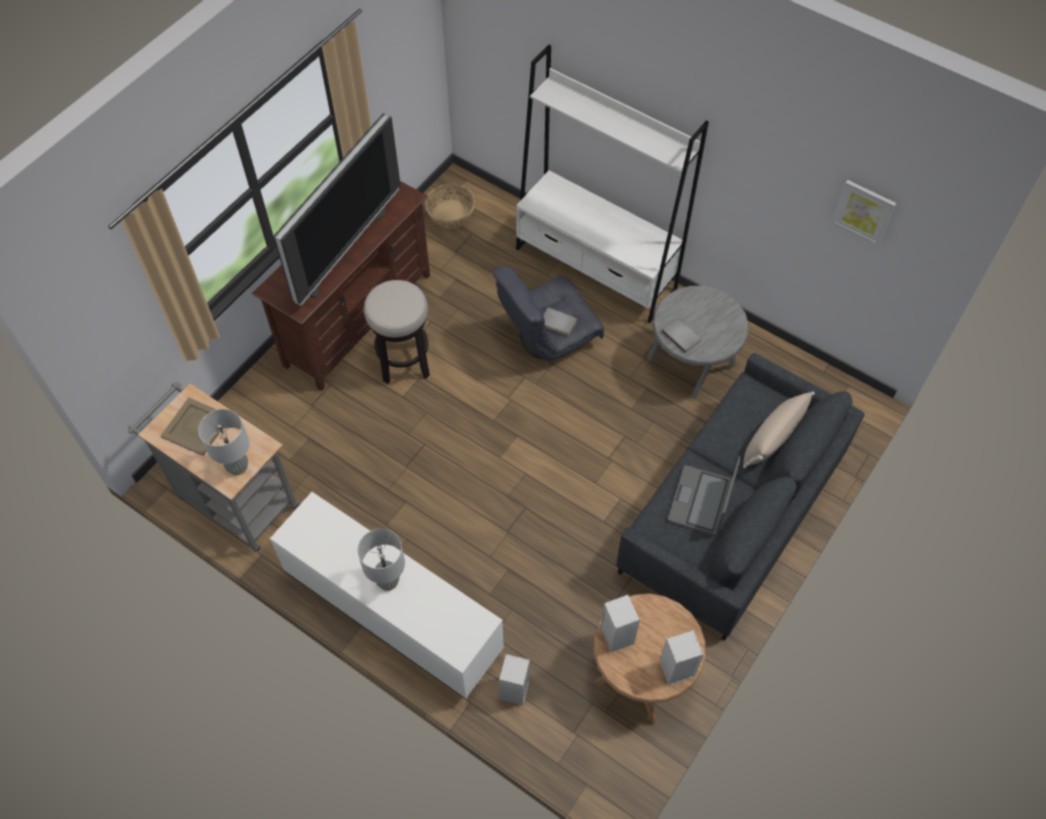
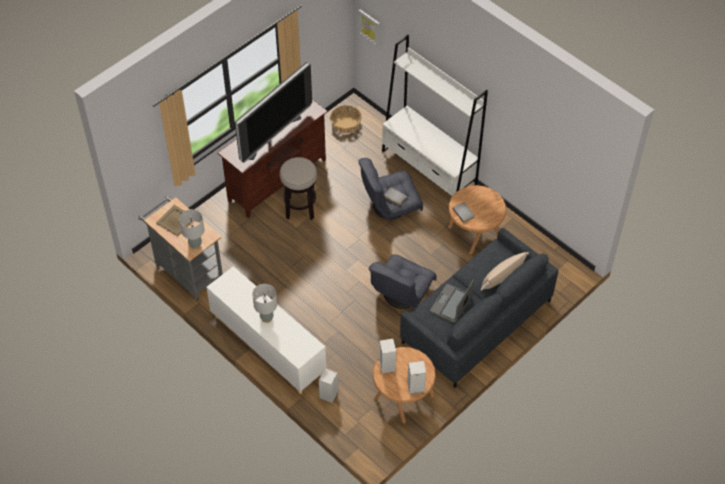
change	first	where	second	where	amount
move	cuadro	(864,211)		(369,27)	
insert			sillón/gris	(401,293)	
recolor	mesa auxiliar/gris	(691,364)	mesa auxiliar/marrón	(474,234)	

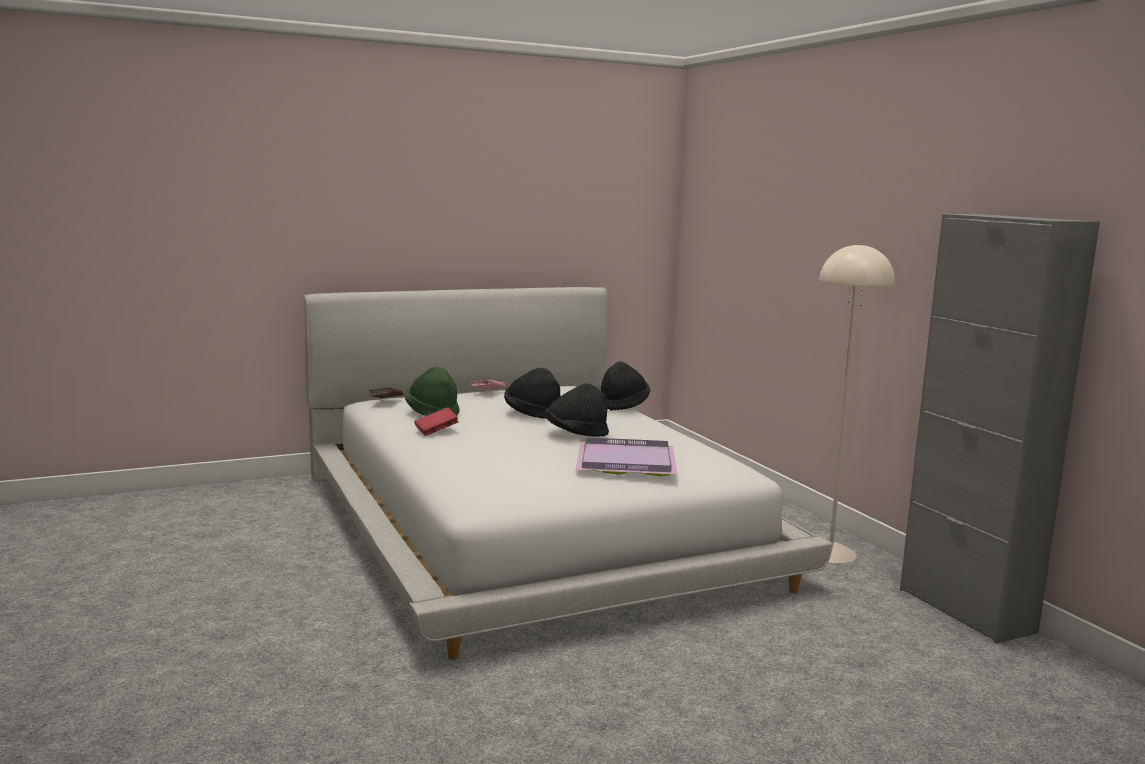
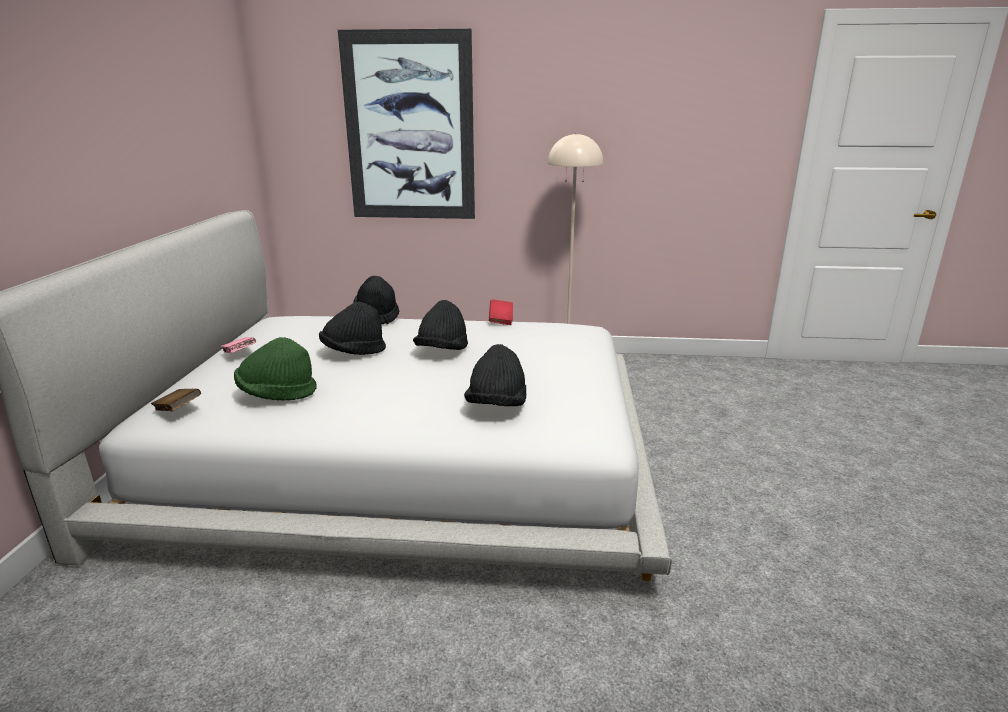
change	first	where	second	where	amount
insert			cuadro	(409,128)	
insert			sombrero/negro	(497,406)	
move	libro/rojo	(436,431)		(501,320)	
delete	bandeja/morado	(624,461)			
delete	armario/gris	(965,610)			

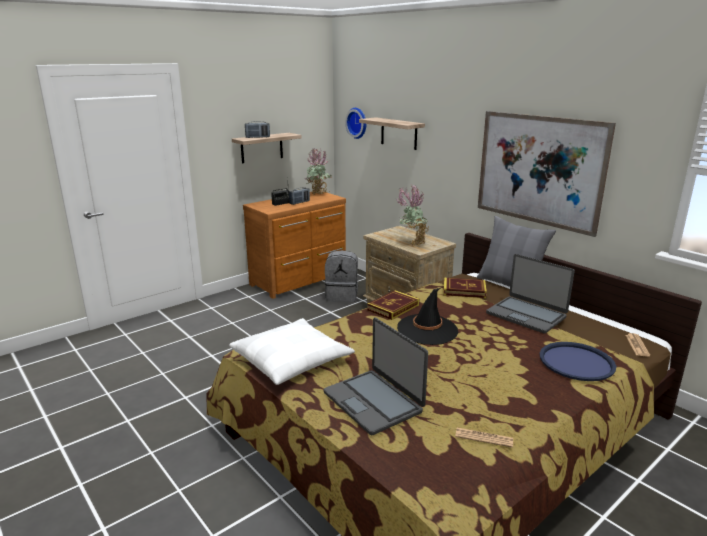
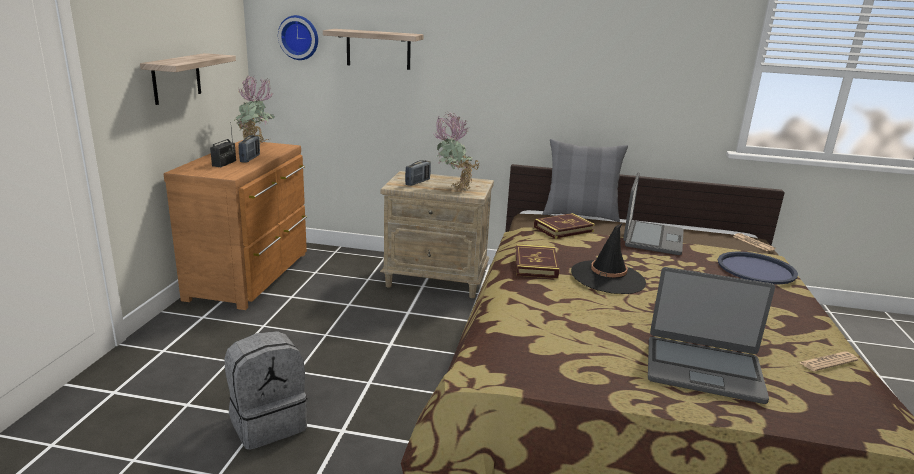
change	first	where	second	where	amount
move	mochila/gris	(342,295)		(268,423)	
move	radio	(257,137)		(418,182)	
rotate	portátil	(526,315)		(652,238)	75 degrees counterclockwise
delete	cojín/blanco	(291,360)			
delete	cuadro	(538,170)			

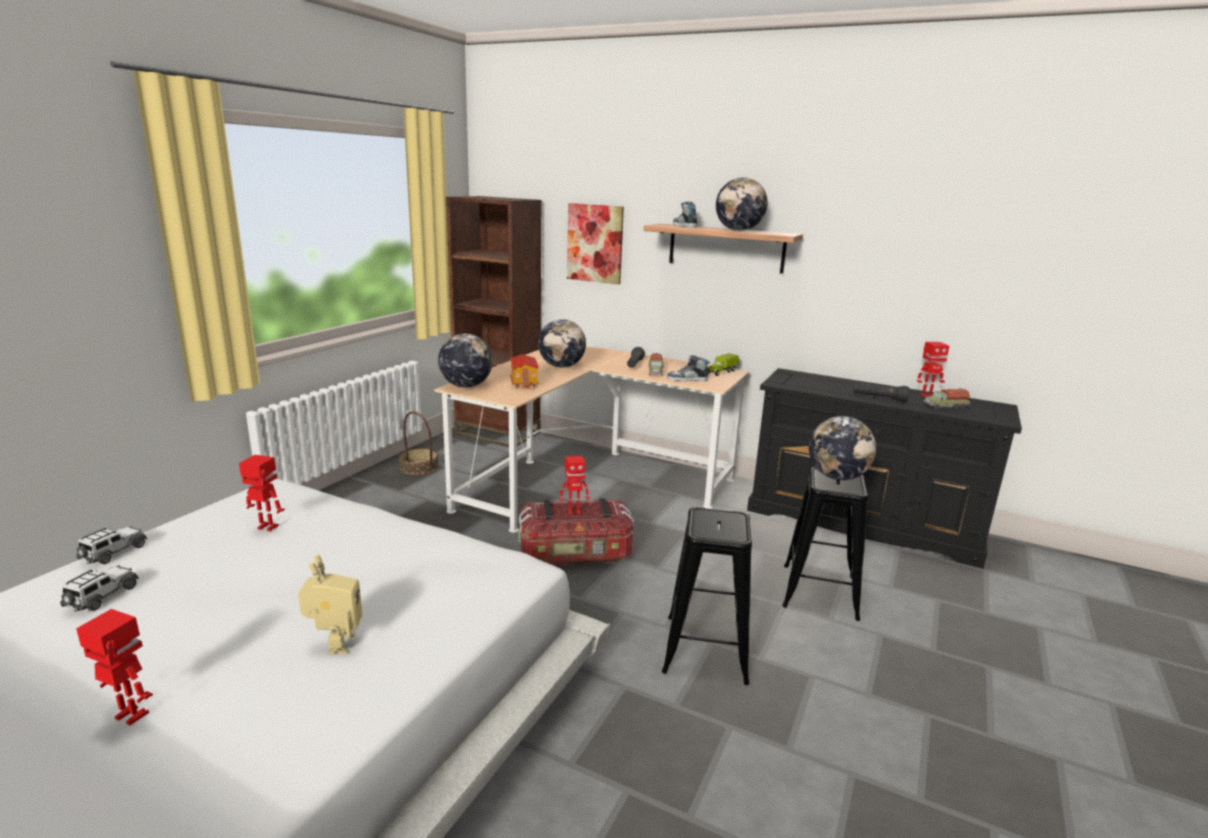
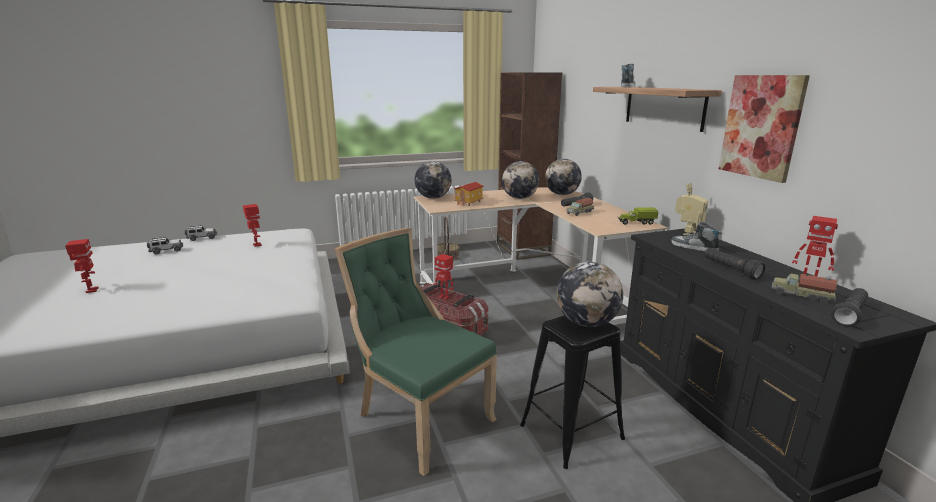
change	first	where	second	where	amount
replace	taburete/negro	(705,648)	silla/verde	(420,418)	
move	globo terráqueo	(738,230)		(562,194)	
move	zapato	(687,379)		(694,248)	
move	robot de juguete	(335,644)		(687,233)	
move	cuadro	(595,243)		(761,126)	
insert			linterna/negro	(849,315)	

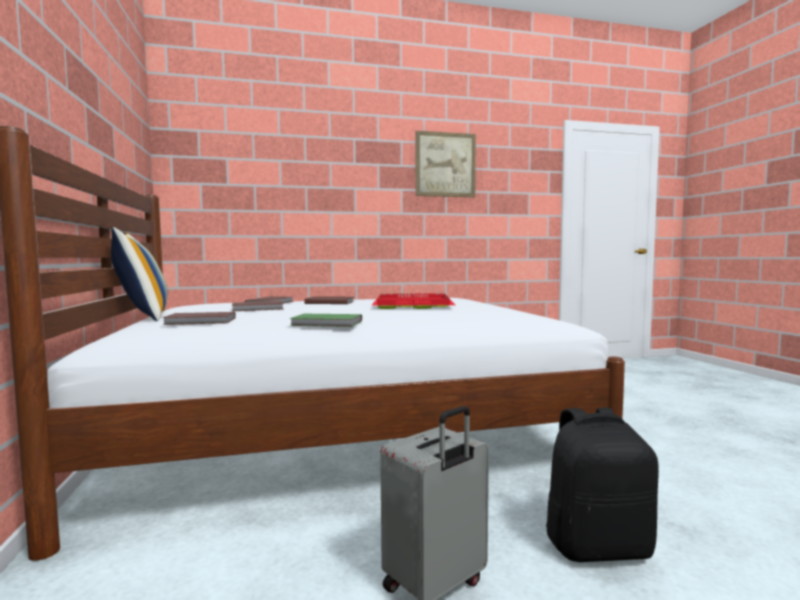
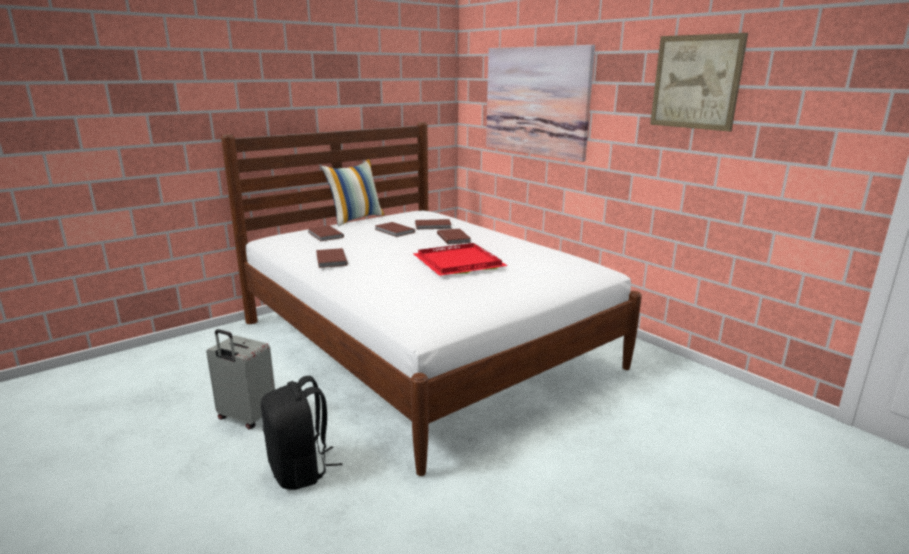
change	first	where	second	where	amount
recolor	libro/verde	(327,323)	libro/marrón	(330,260)	
insert			cuadro	(536,101)	

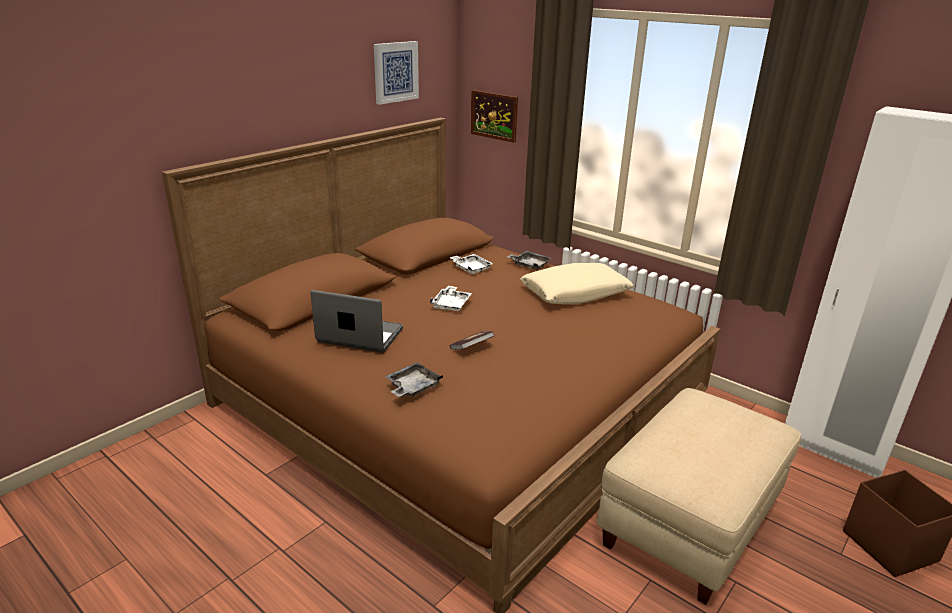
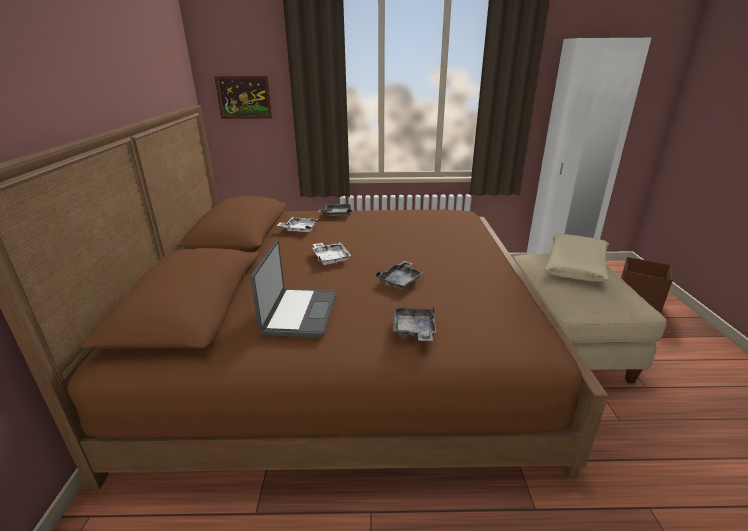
change	first	where	second	where	amount
rotate	portátil	(359,336)		(299,313)	120 degrees clockwise
replace	libro	(471,348)	bandeja/gris	(401,281)	
move	cojín/beis	(575,293)		(576,266)	
delete	cuadro	(395,72)			

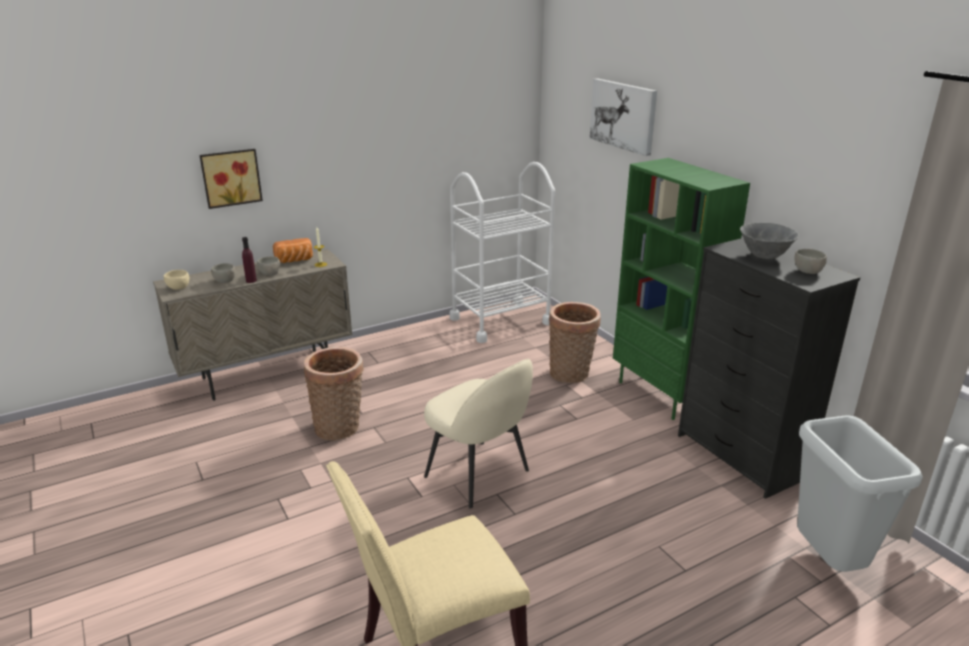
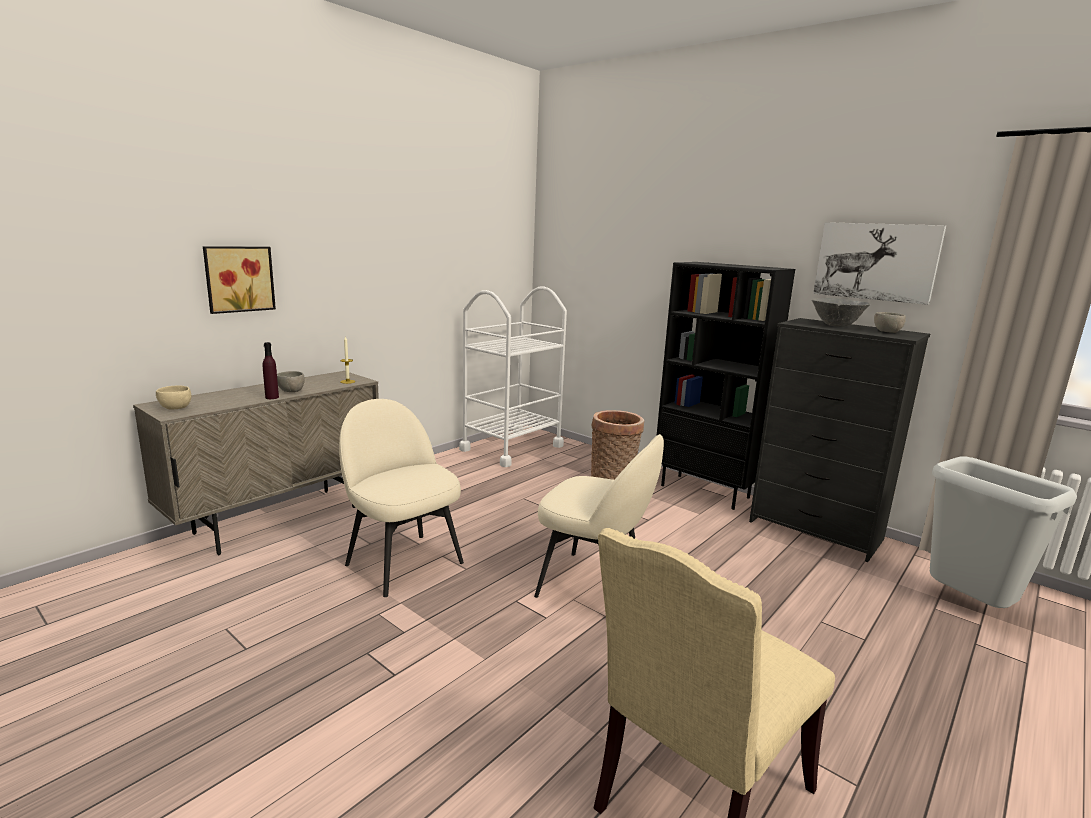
change	first	where	second	where	amount
replace	cesta	(340,428)	silla/beis	(403,562)	
recolor	estantería/verde	(661,395)	estantería/negro	(706,491)	
move	cuadro	(623,115)		(876,261)	
delete	cuenco/gris	(225,281)			
delete	pan	(295,261)			

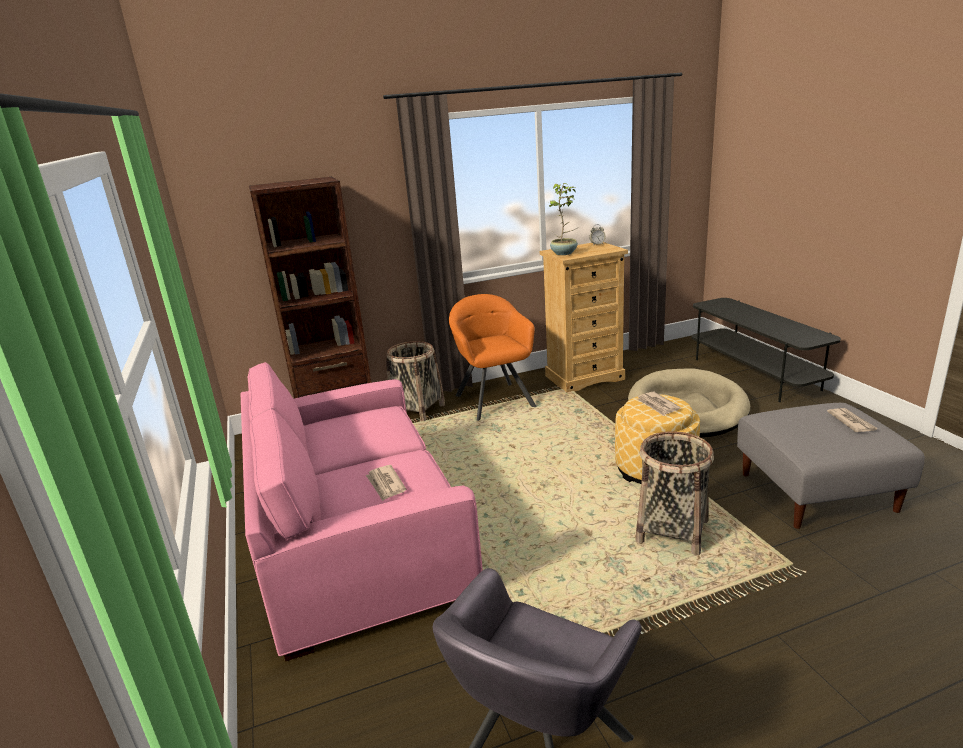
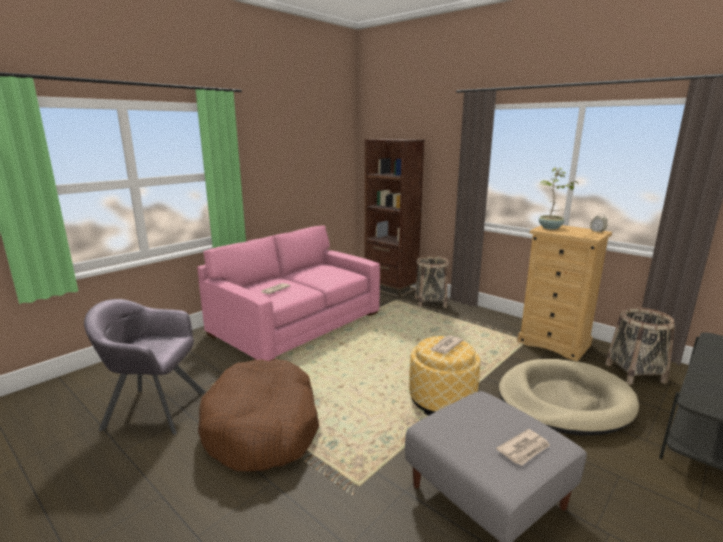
change	first	where	second	where	amount
insert			cama para perro/marrón	(263,427)	
move	cesta	(672,531)		(635,373)	
delete	sillón/naranja	(495,401)			

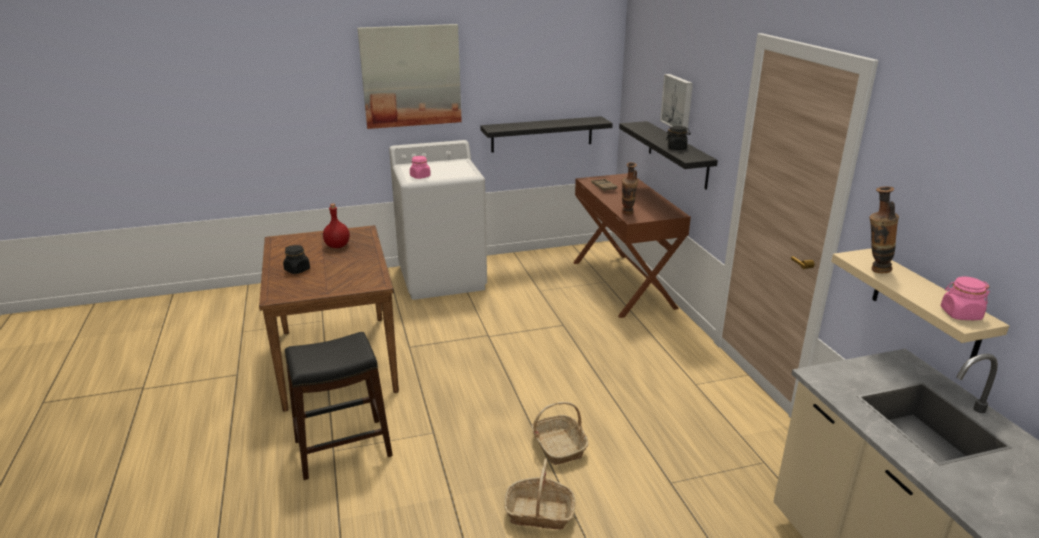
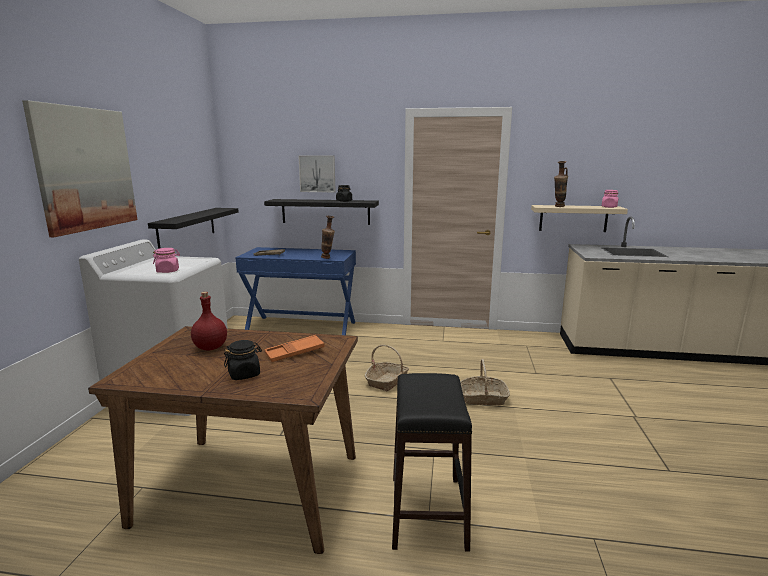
change	first	where	second	where	amount
recolor	escritorio/marrón	(623,284)	escritorio/azul	(301,327)	
insert			bandeja/naranja	(295,352)	
move	cesta	(539,513)		(387,381)	

